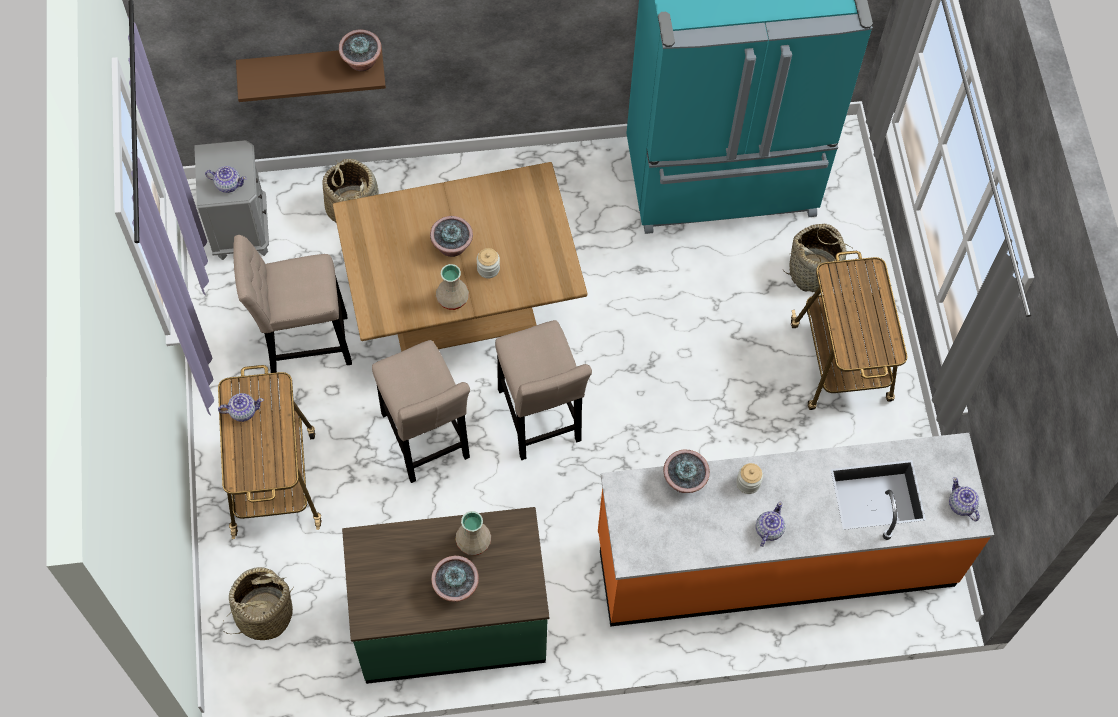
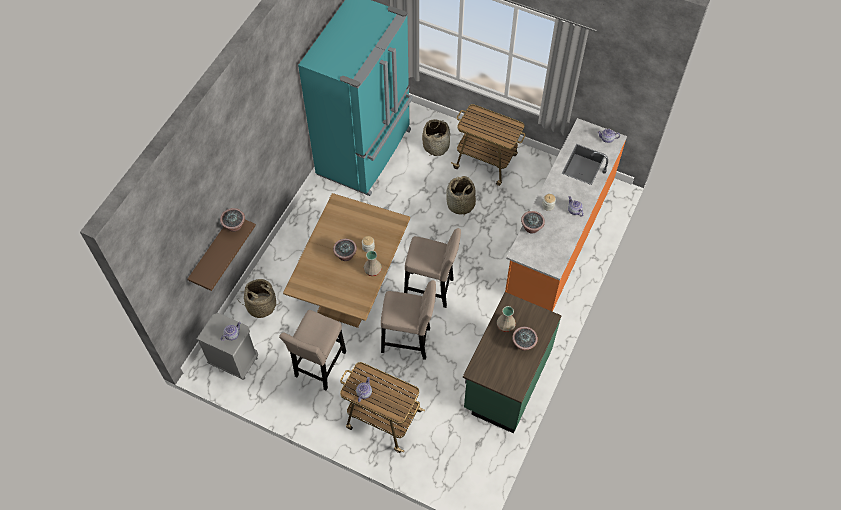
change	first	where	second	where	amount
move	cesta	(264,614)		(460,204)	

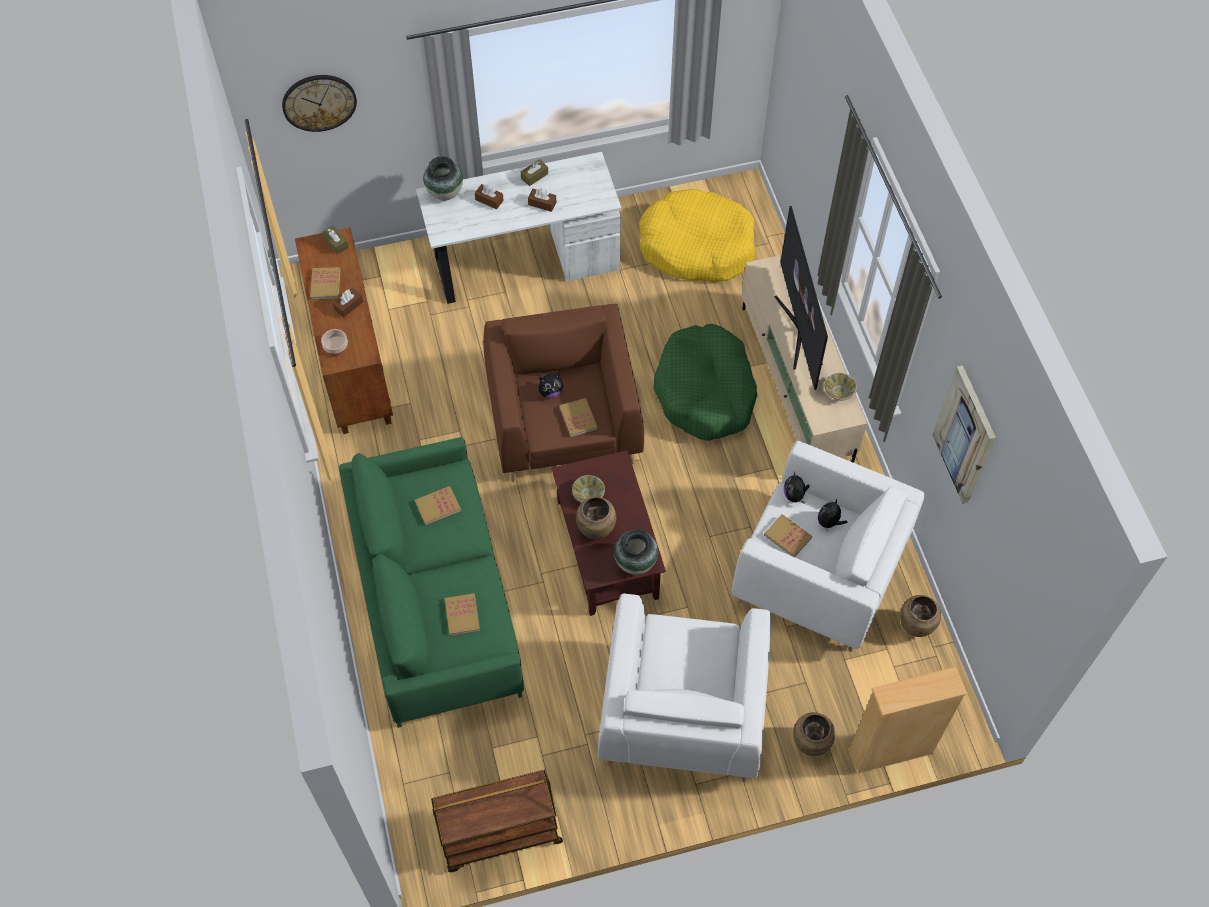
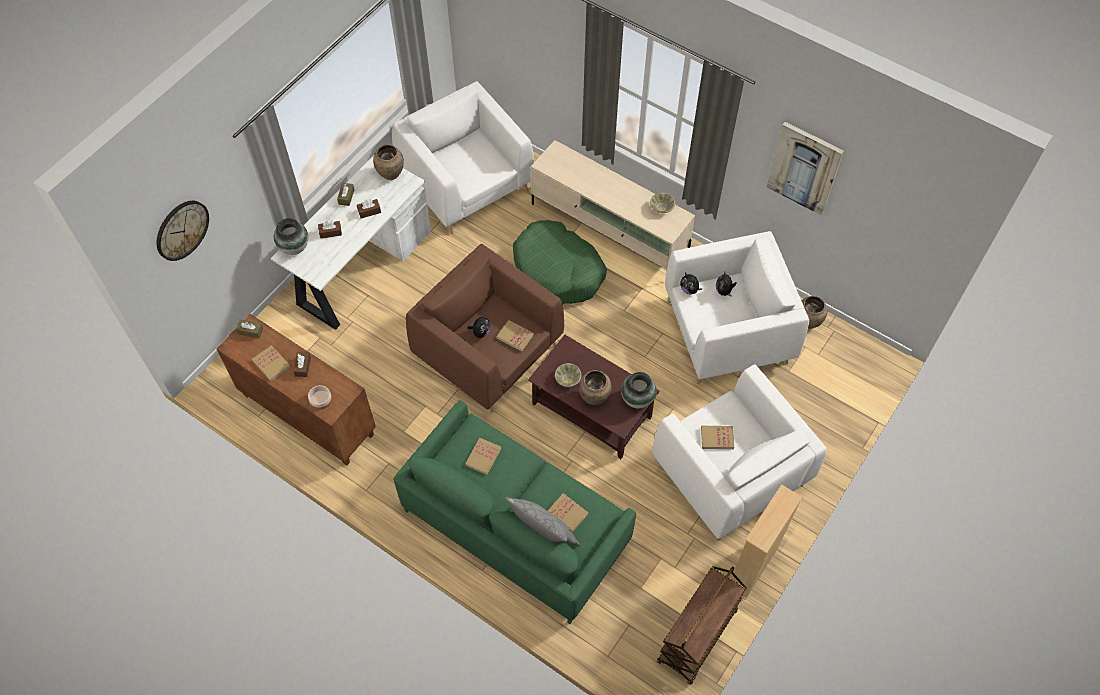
change	first	where	second	where	amount
move	florero/marrón	(810,744)		(390,174)	
replace	cama para perro/amarillo	(696,246)	sillón/blanco	(466,184)	
insert			cojín/gris	(543,533)	
move	libro	(787,536)		(717,438)	
move	estantería/beis	(890,751)		(752,567)	
delete	televisor	(798,330)			

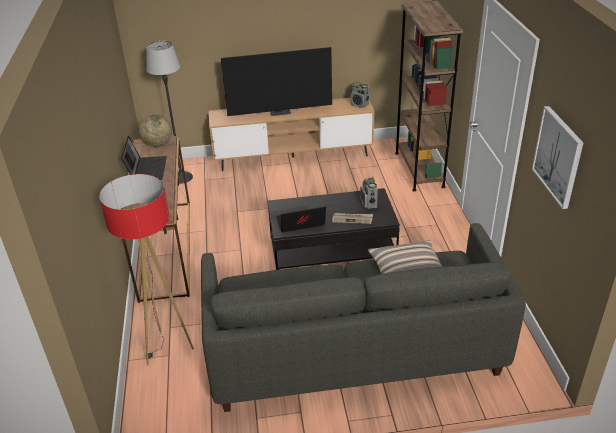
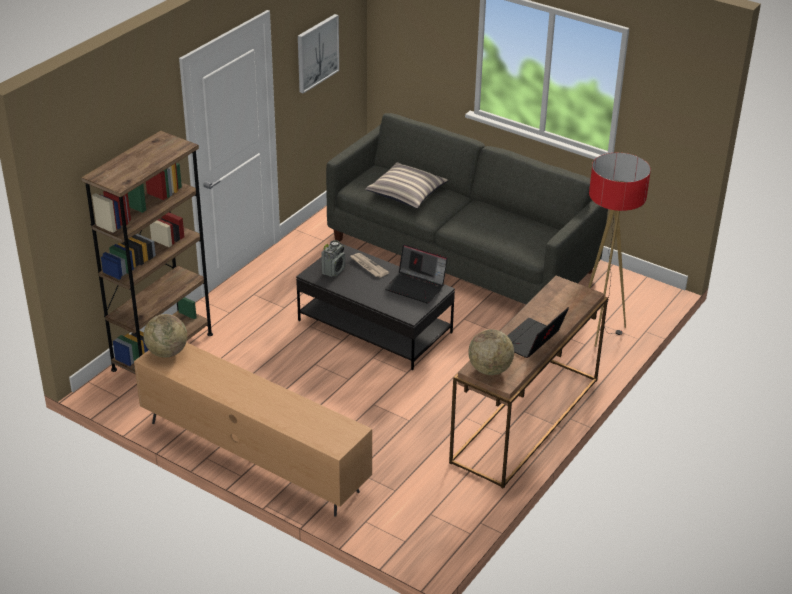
change	first	where	second	where	amount
replace	radio	(359,105)	globo terráqueo	(167,352)	
delete	lámpara de pie	(182,177)			
delete	televisor	(280,111)			

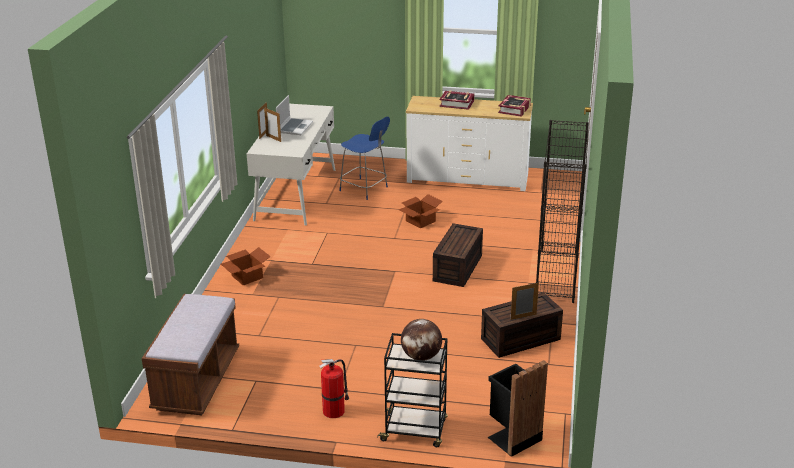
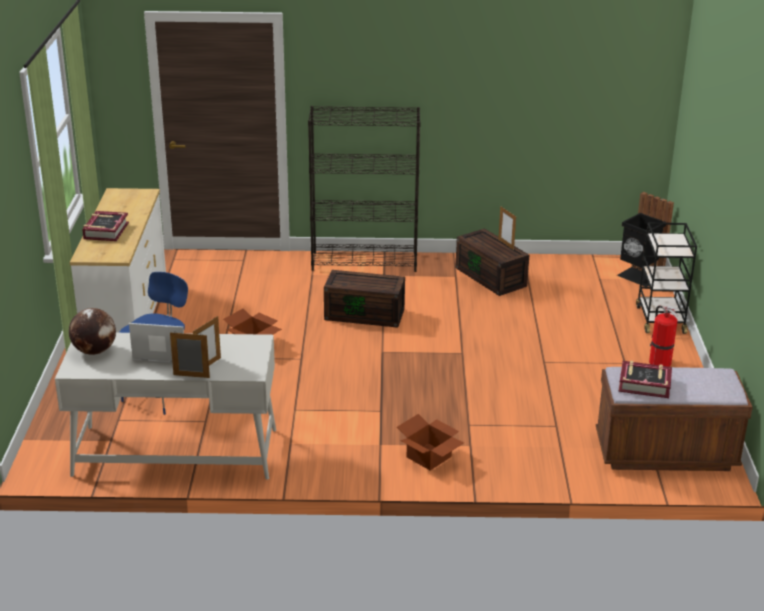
change	first	where	second	where	amount
move	globo terráqueo	(421,357)		(95,351)	
move	libro	(514,109)		(644,384)	

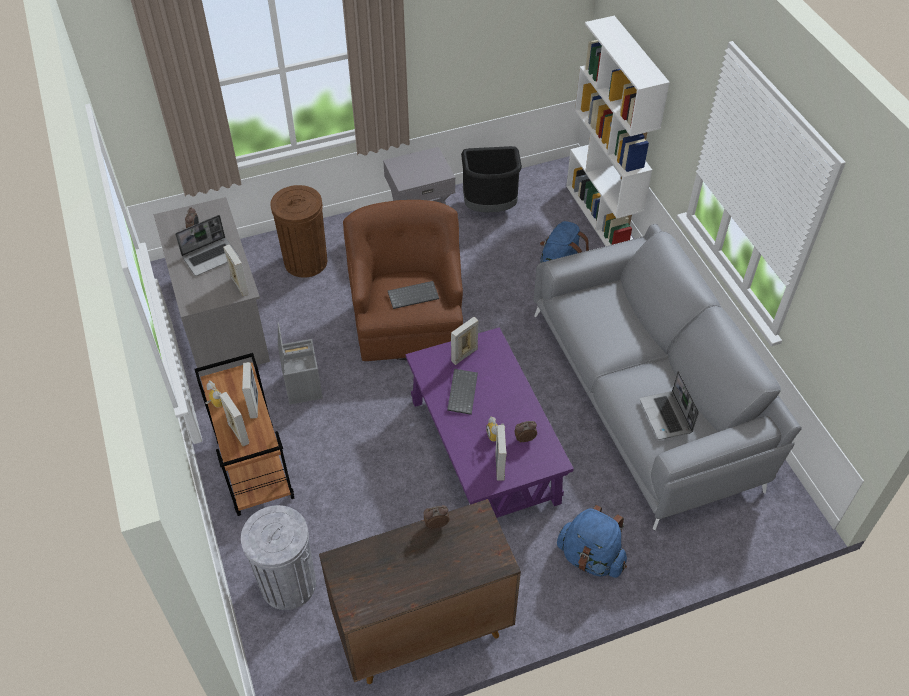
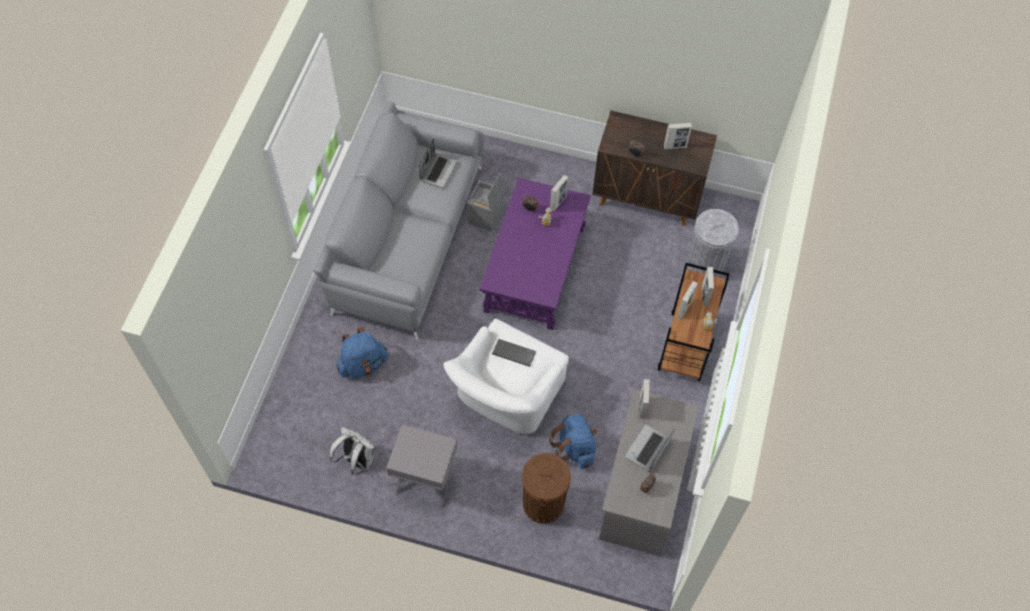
change	first	where	second	where	amount
replace	papelera/negro	(490,207)	mochila/blanco	(357,460)	
recolor	sillón/marrón	(408,318)	sillón/blanco	(506,396)	
move	caja de almacenaje/gris	(302,386)		(485,217)	
move	mochila/azul	(591,558)		(574,447)	
rotate	portátil	(211,257)		(648,449)	60 degrees counterclockwise
move	portarretratos	(464,355)		(675,146)	
delete	teclado	(461,391)			
delete	estantería/blanco	(601,215)			

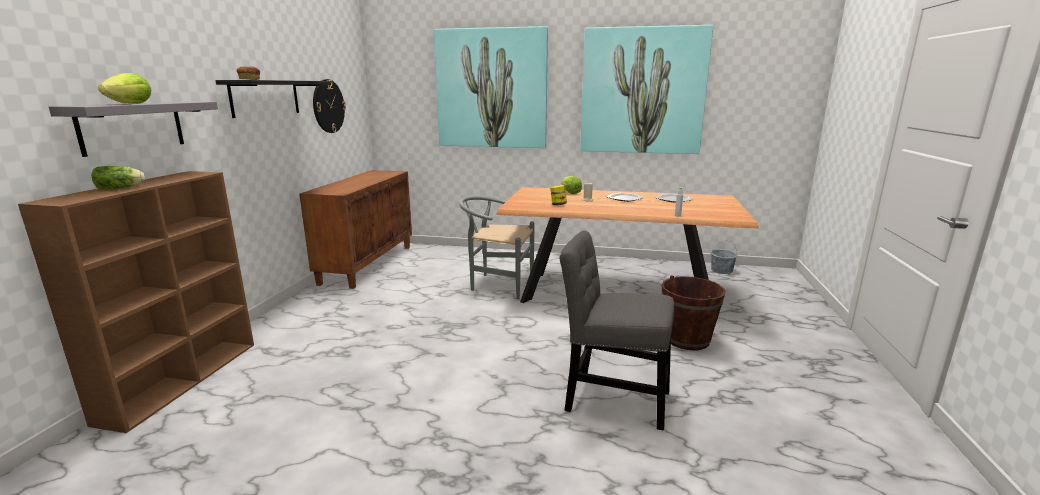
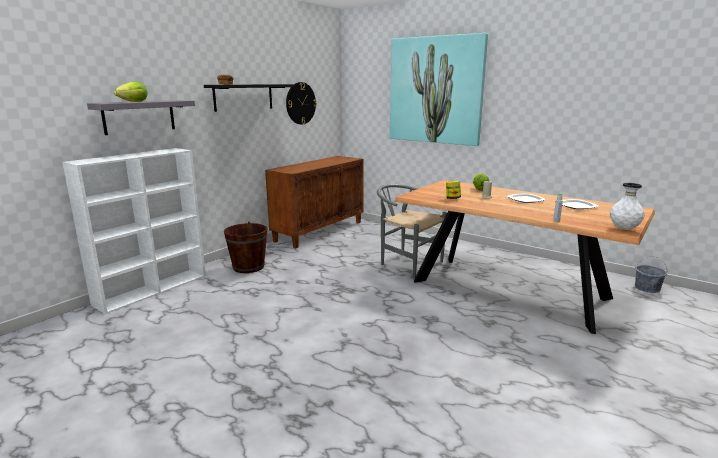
change	first	where	second	where	amount
recolor	estantería/marrón	(183,379)	estantería/blanco	(153,289)	
move	cubo/marrón	(687,339)		(248,267)	
insert			florero/blanco	(623,229)	
delete	lechuga	(121,188)			
delete	silla/gris	(611,398)			
delete	cuadro	(642,91)			

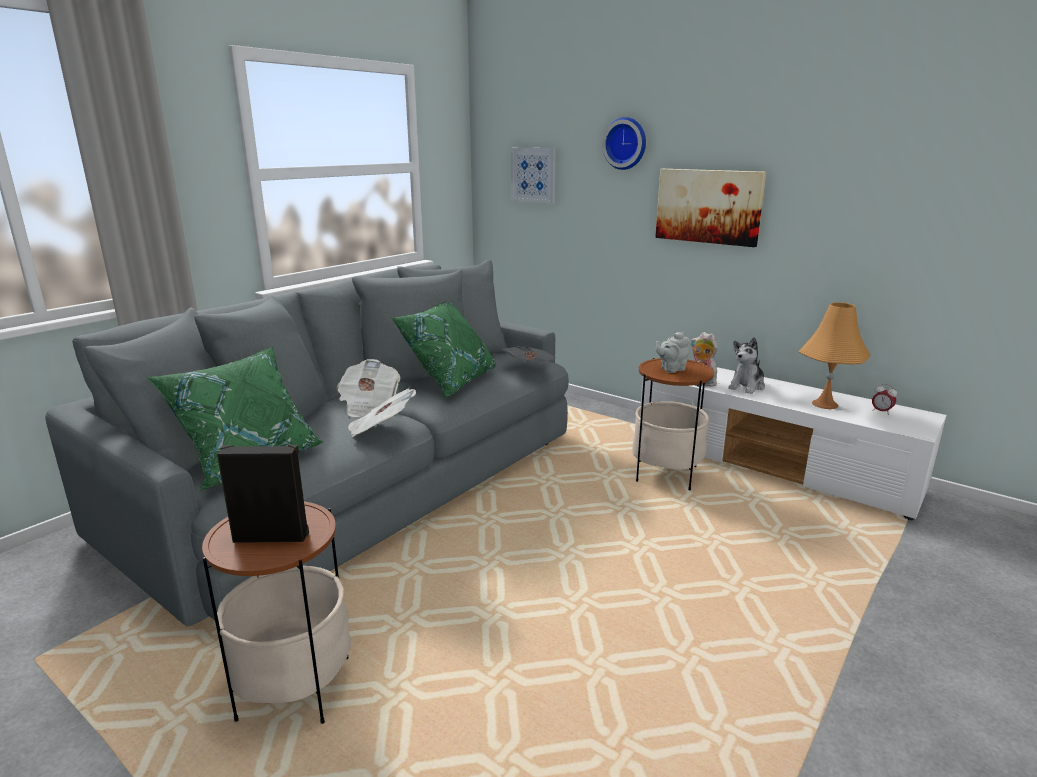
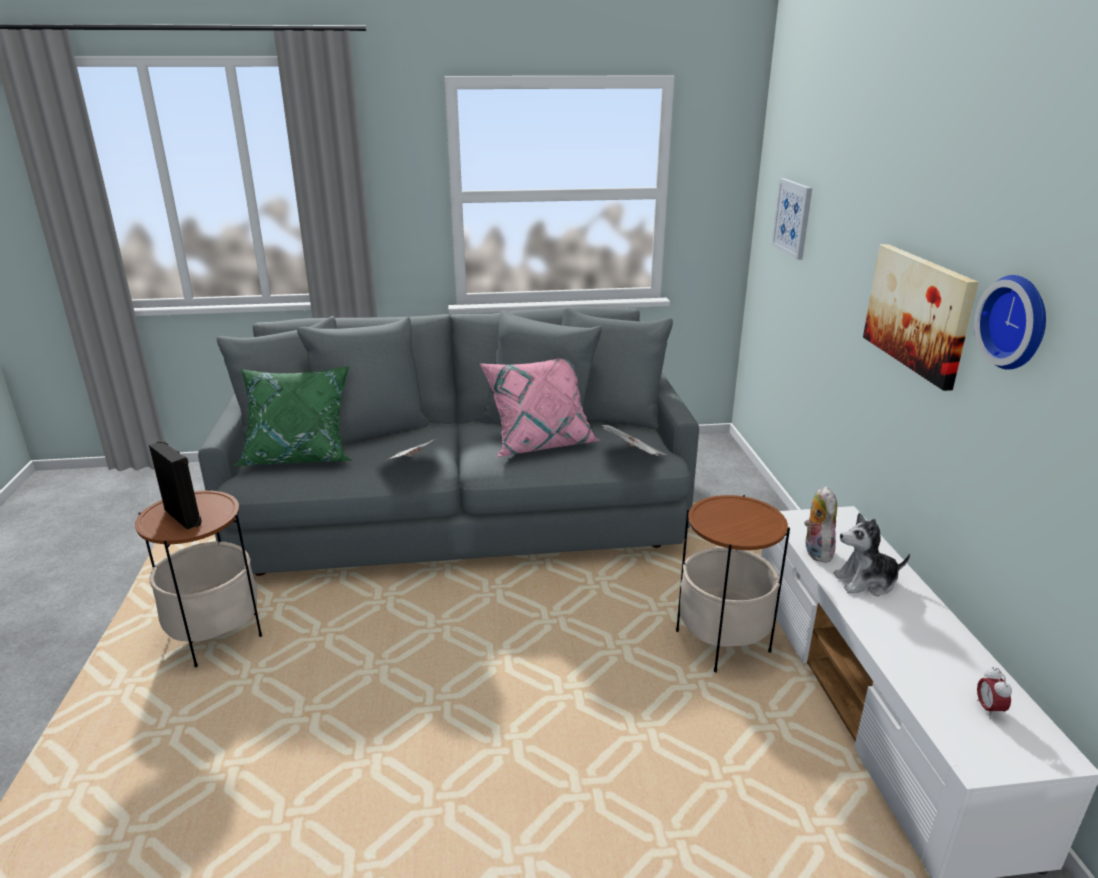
change	first	where	second	where	amount
recolor	cojín/verde	(450,381)	cojín/rosa	(540,442)	
move	reloj de pared	(626,143)		(1017,322)	
delete	periódico	(368,404)			
delete	tetera/gris	(671,369)			
delete	lámpara de mesa/naranja	(824,404)			

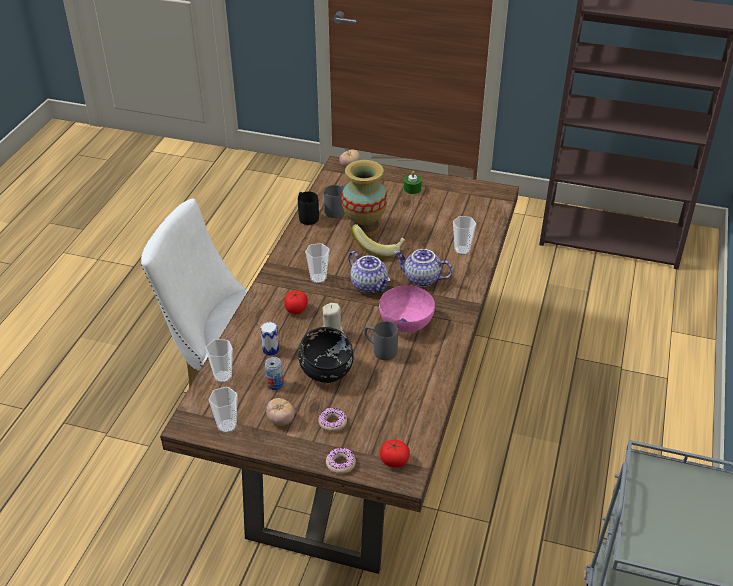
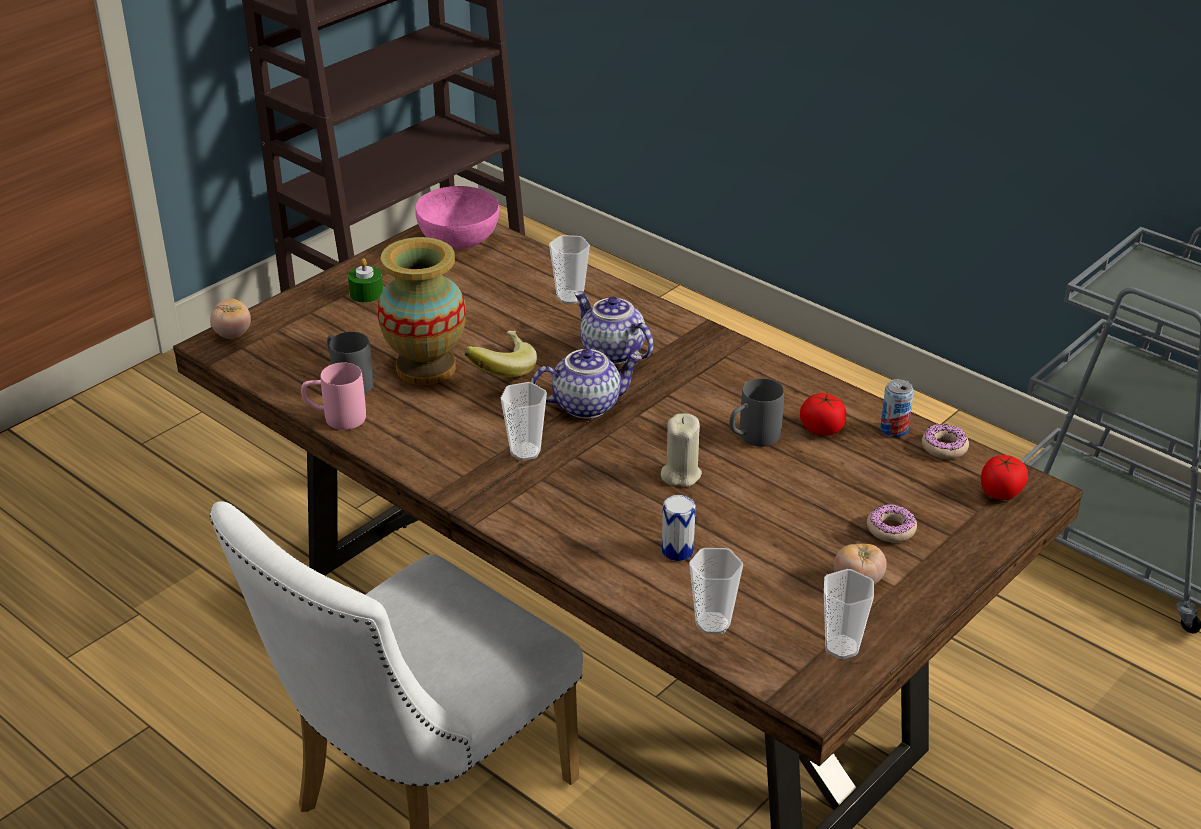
change	first	where	second	where	amount
recolor	taza grande/negro	(306,216)	taza grande/rosa	(335,418)	
move	cuenco/rosa	(407,322)		(460,238)	
rotate	tetera	(421,279)		(611,353)	90 degrees clockwise
move	tomate	(296,309)		(822,429)	
move	lata	(275,384)		(894,429)	
move	rosquilla	(340,464)		(944,447)	
delete	cuenco/negro	(326,372)			

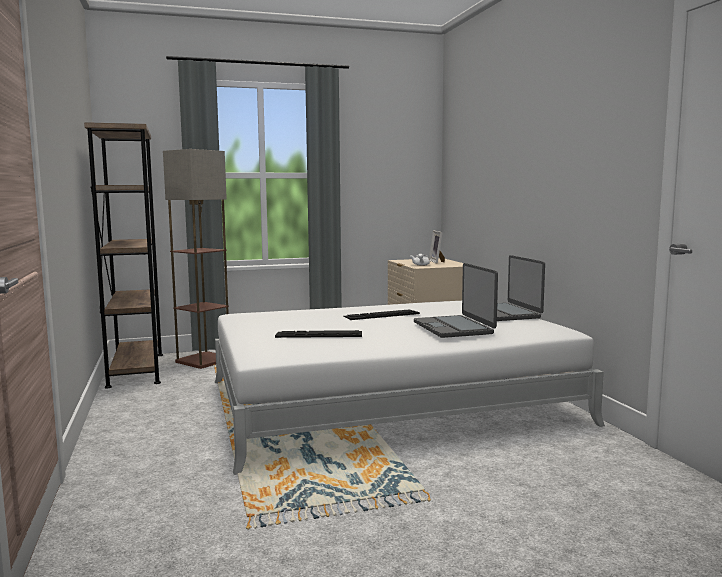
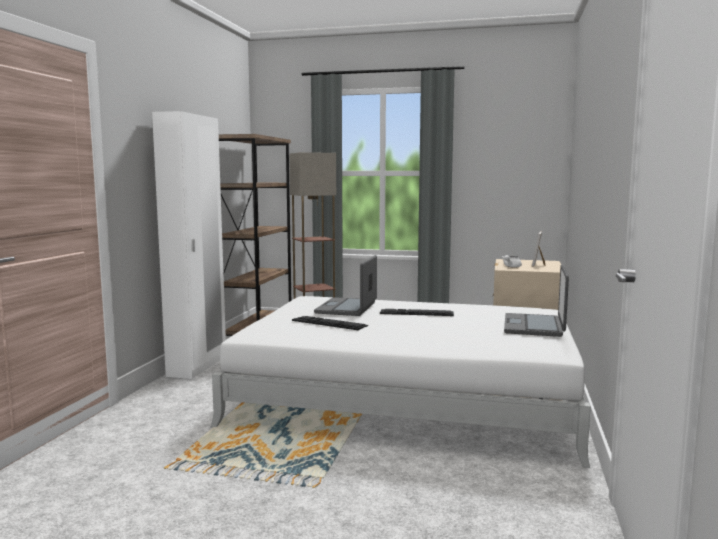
change	first	where	second	where	amount
insert			armario ropero/blanco	(197,366)	
move	portátil	(454,328)		(347,308)	

